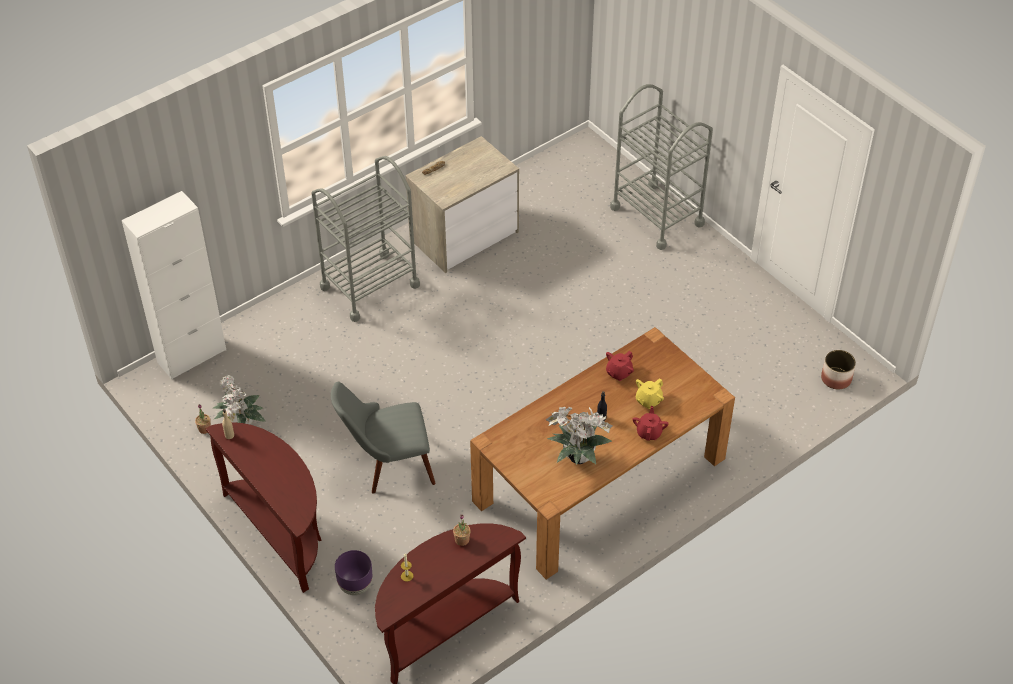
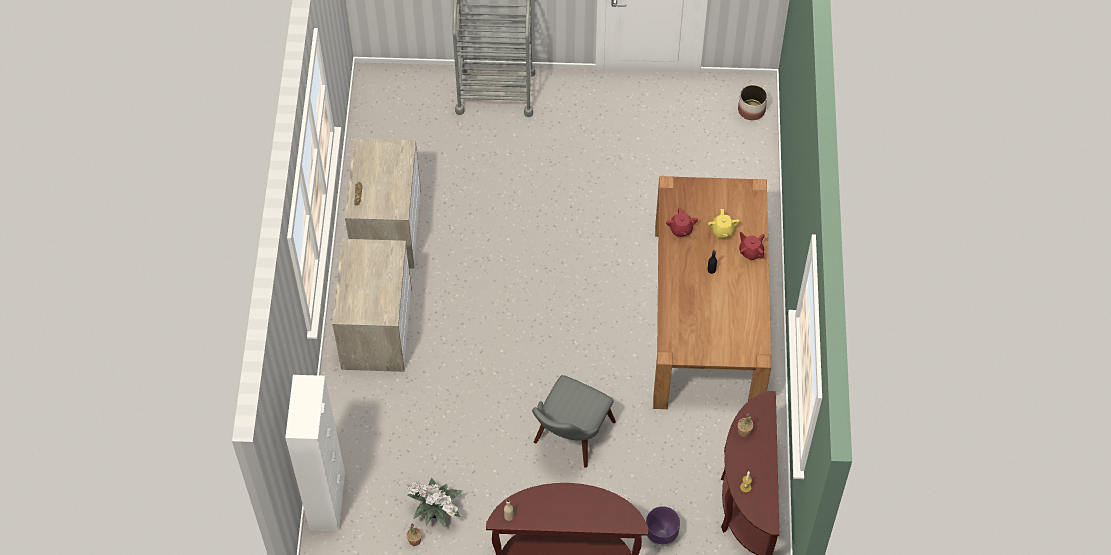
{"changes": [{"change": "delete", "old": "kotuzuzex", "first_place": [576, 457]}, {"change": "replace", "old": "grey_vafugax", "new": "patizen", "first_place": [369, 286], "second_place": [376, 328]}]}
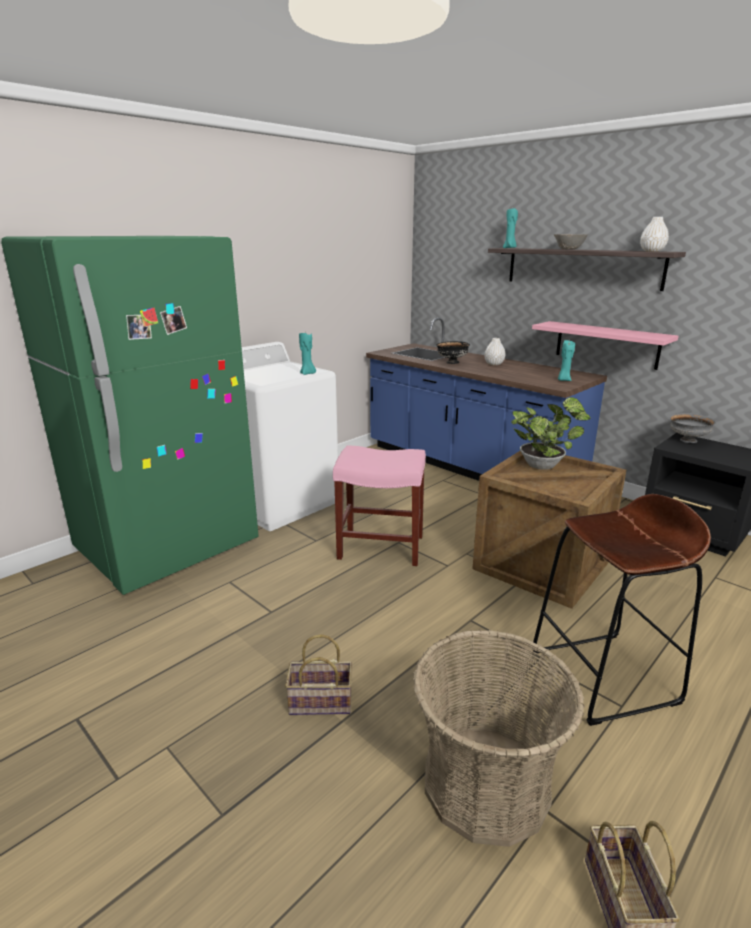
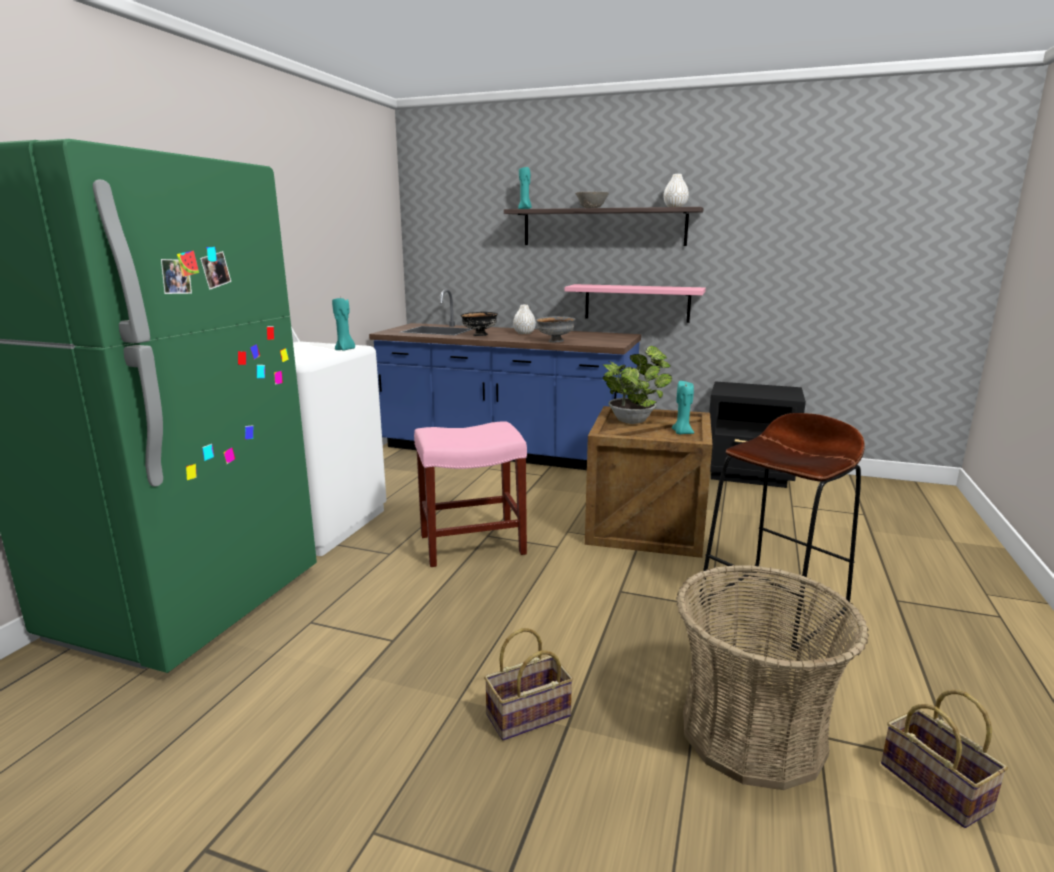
{"changes": [{"change": "move", "old": "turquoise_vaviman", "first_place": [563, 380], "second_place": [681, 433]}, {"change": "move", "old": "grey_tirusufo", "first_place": [688, 441], "second_place": [555, 341]}]}
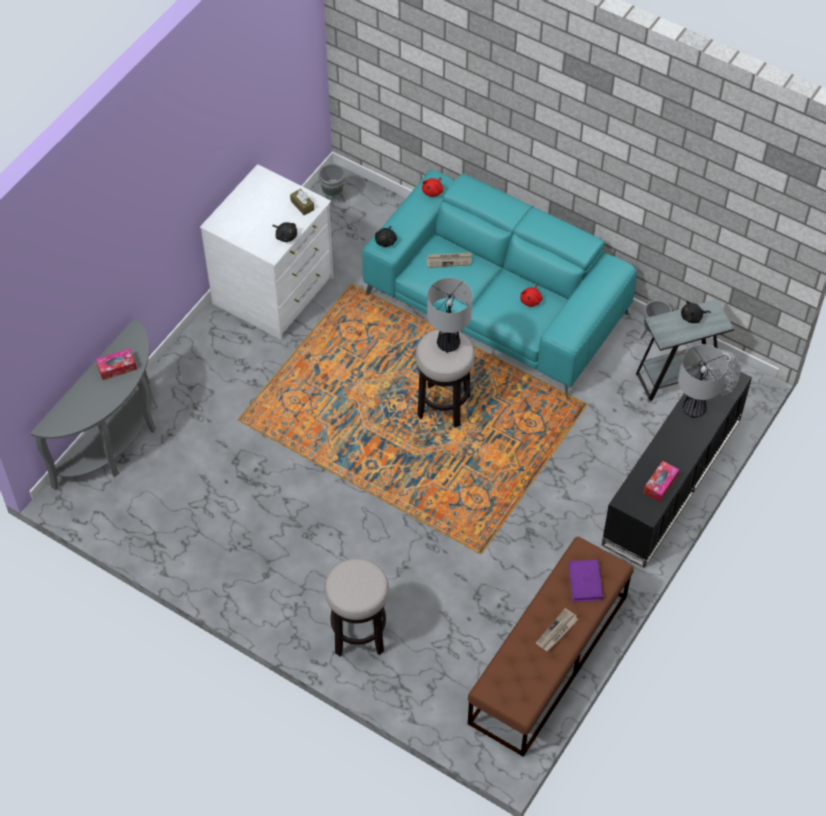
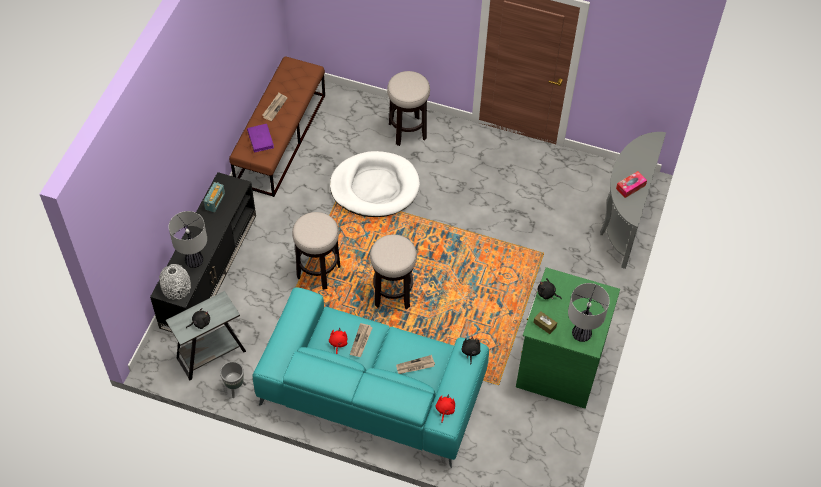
{"changes": [{"change": "delete", "old": "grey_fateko", "first_place": [332, 199]}, {"change": "insert", "new": "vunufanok", "second_place": [318, 271]}, {"change": "insert", "new": "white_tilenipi", "second_place": [374, 187]}, {"change": "insert", "new": "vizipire", "second_place": [361, 341]}, {"change": "move", "old": "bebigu", "first_place": [448, 344], "second_place": [581, 334]}, {"change": "replace", "old": "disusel", "new": "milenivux", "first_place": [660, 484], "second_place": [215, 201]}, {"change": "recolor", "old": "white_patizen", "new": "green_patizen", "first_place": [274, 291], "second_place": [559, 364]}]}
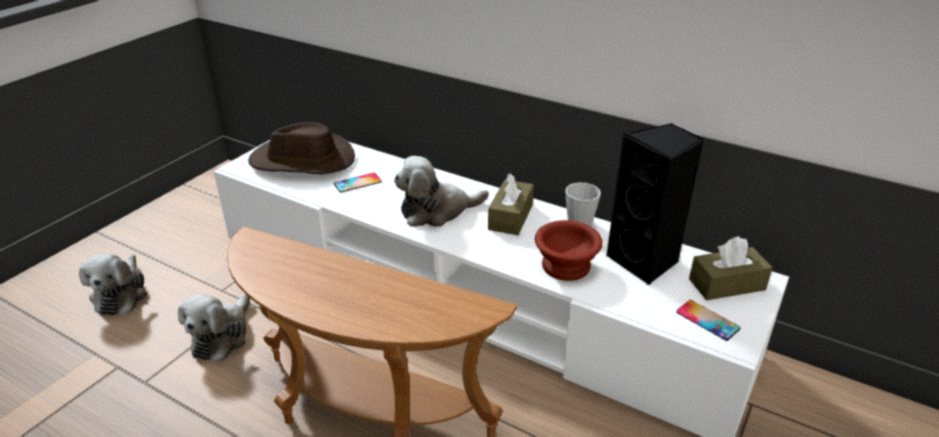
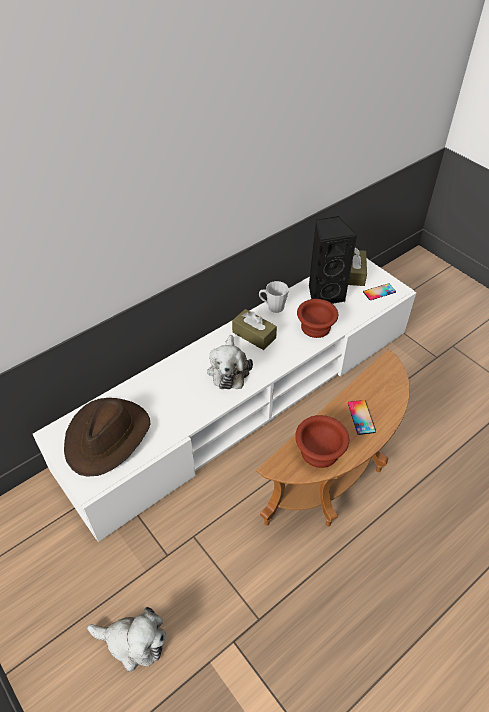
{"changes": [{"change": "delete", "old": "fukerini", "first_place": [222, 336]}, {"change": "insert", "new": "brown_tirusufo", "second_place": [320, 450]}, {"change": "move", "old": "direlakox", "first_place": [357, 183], "second_place": [361, 417]}]}
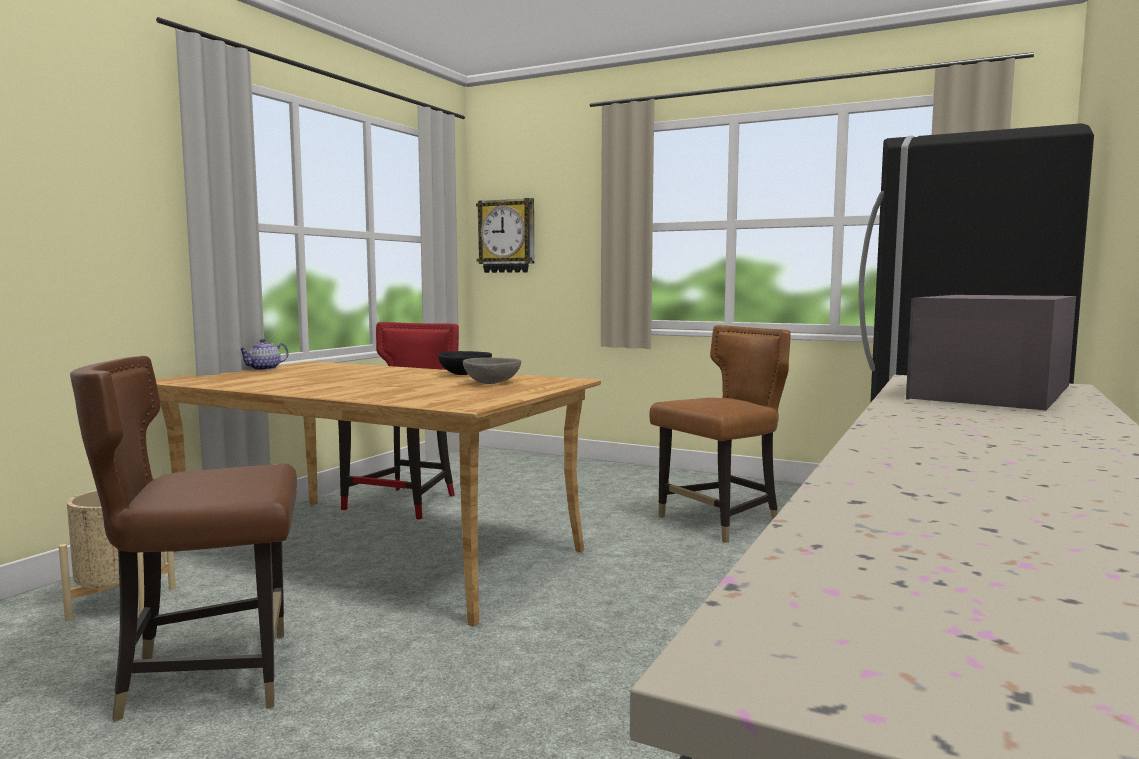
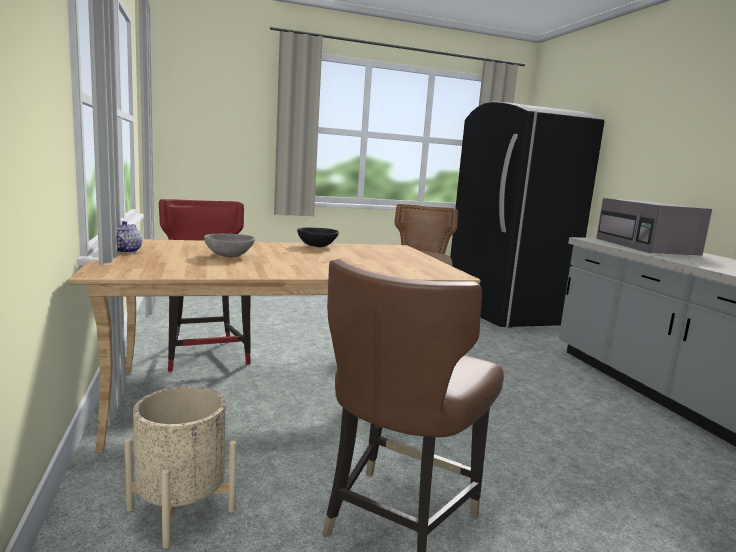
{"changes": [{"change": "delete", "old": "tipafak", "first_place": [507, 236]}, {"change": "move", "old": "grey_tirusufo", "first_place": [491, 383], "second_place": [229, 256]}]}
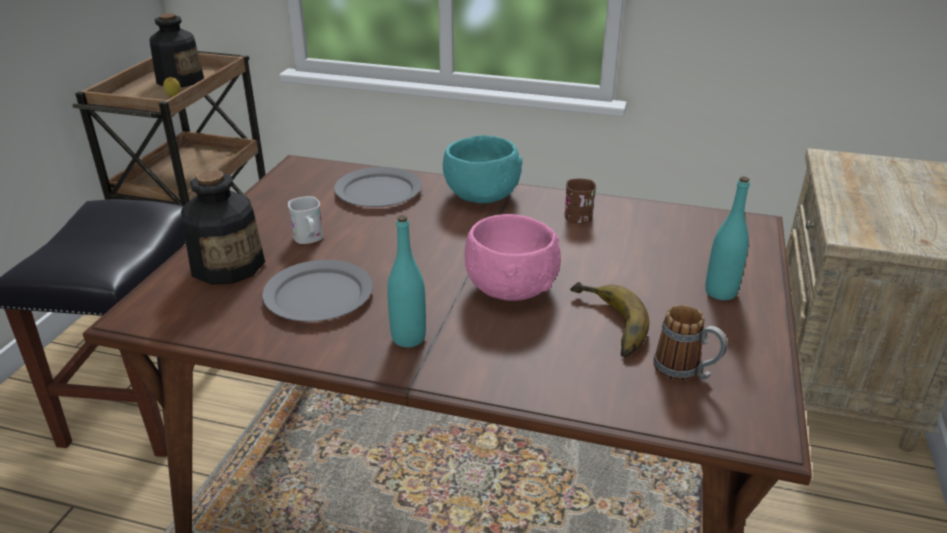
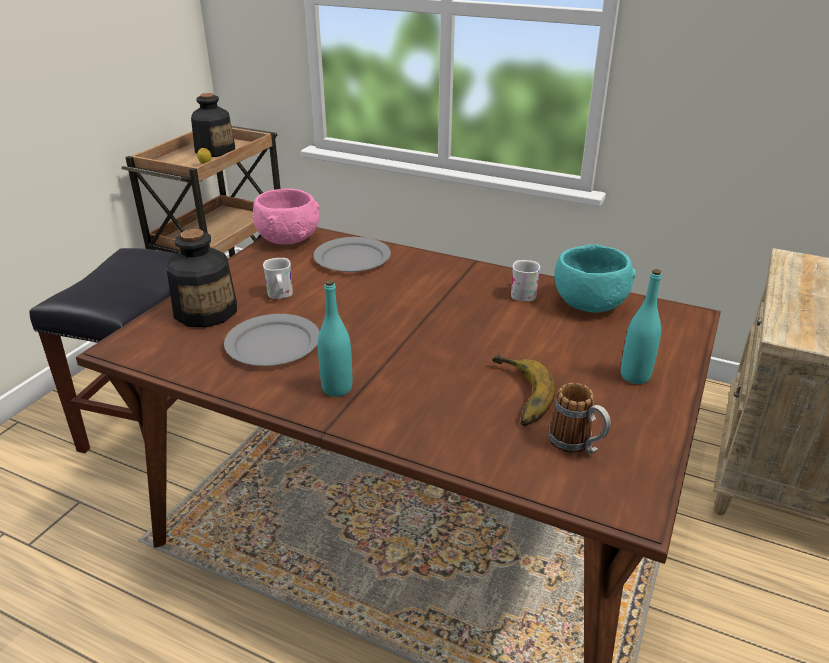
{"changes": [{"change": "move", "old": "turquoise_tirusufo", "first_place": [480, 194], "second_place": [588, 302]}, {"change": "move", "old": "pink_tirusufo", "first_place": [511, 286], "second_place": [288, 238]}, {"change": "recolor", "old": "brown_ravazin", "new": "white_ravazin", "first_place": [577, 214], "second_place": [523, 293]}]}
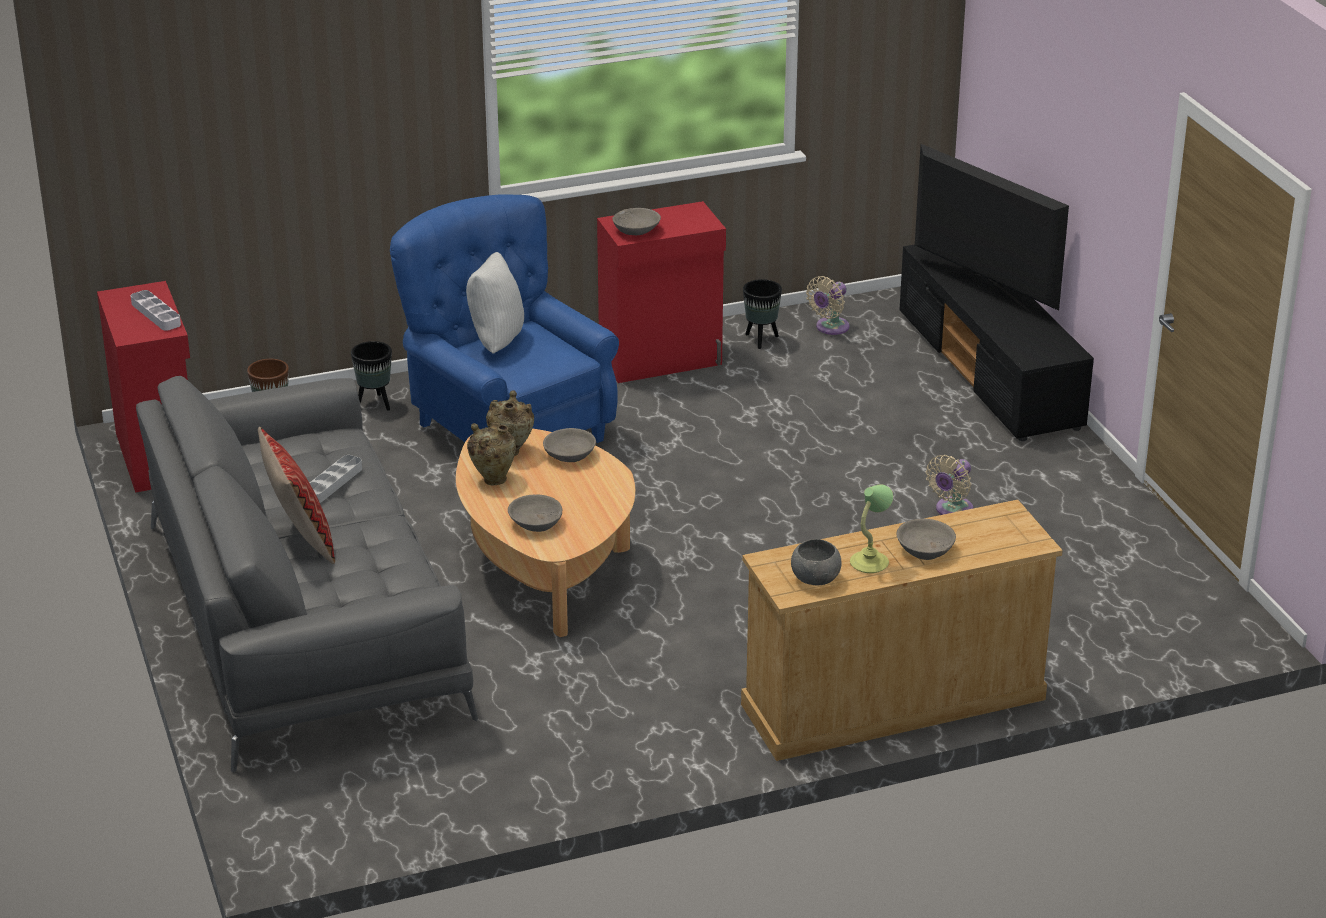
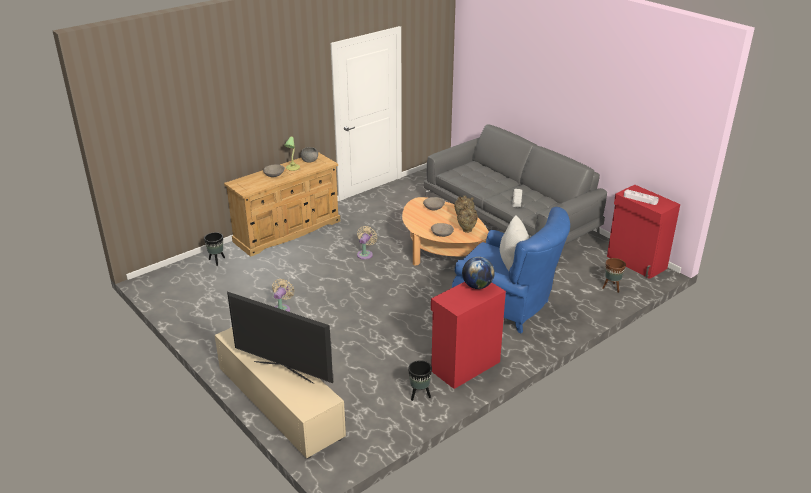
{"changes": [{"change": "delete", "old": "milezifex", "first_place": [301, 539]}, {"change": "move", "old": "black_fateko", "first_place": [374, 404], "second_place": [217, 261]}, {"change": "move", "old": "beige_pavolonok", "first_place": [830, 328], "second_place": [365, 254]}, {"change": "replace", "old": "grey_tirusufo", "new": "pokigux", "first_place": [636, 230], "second_place": [477, 286]}, {"change": "recolor", "old": "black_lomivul", "new": "beige_lomivul", "first_place": [990, 371], "second_place": [278, 402]}]}
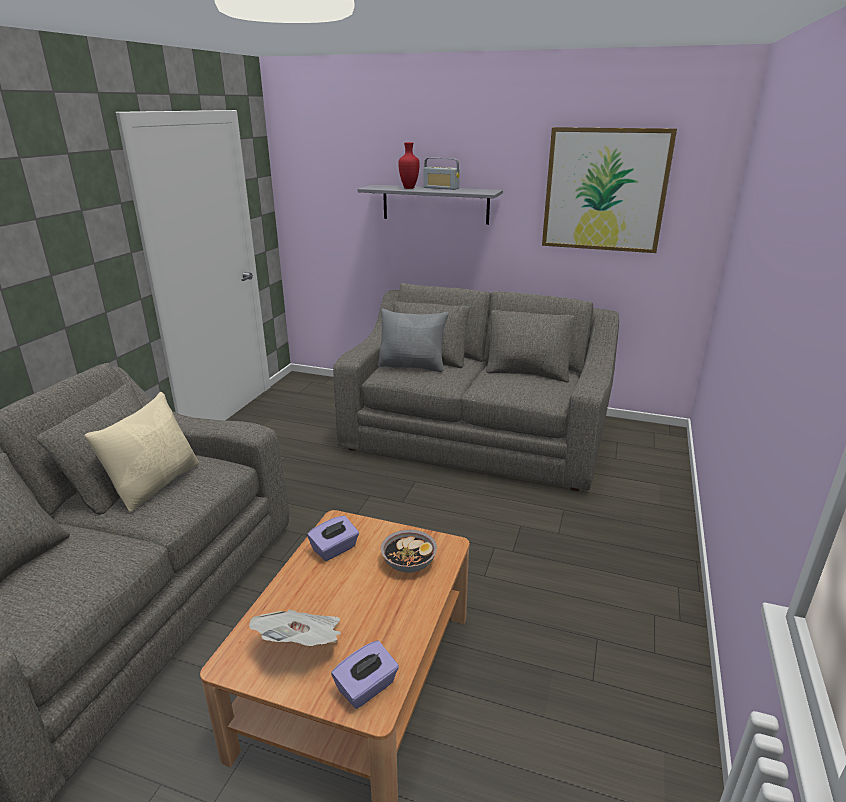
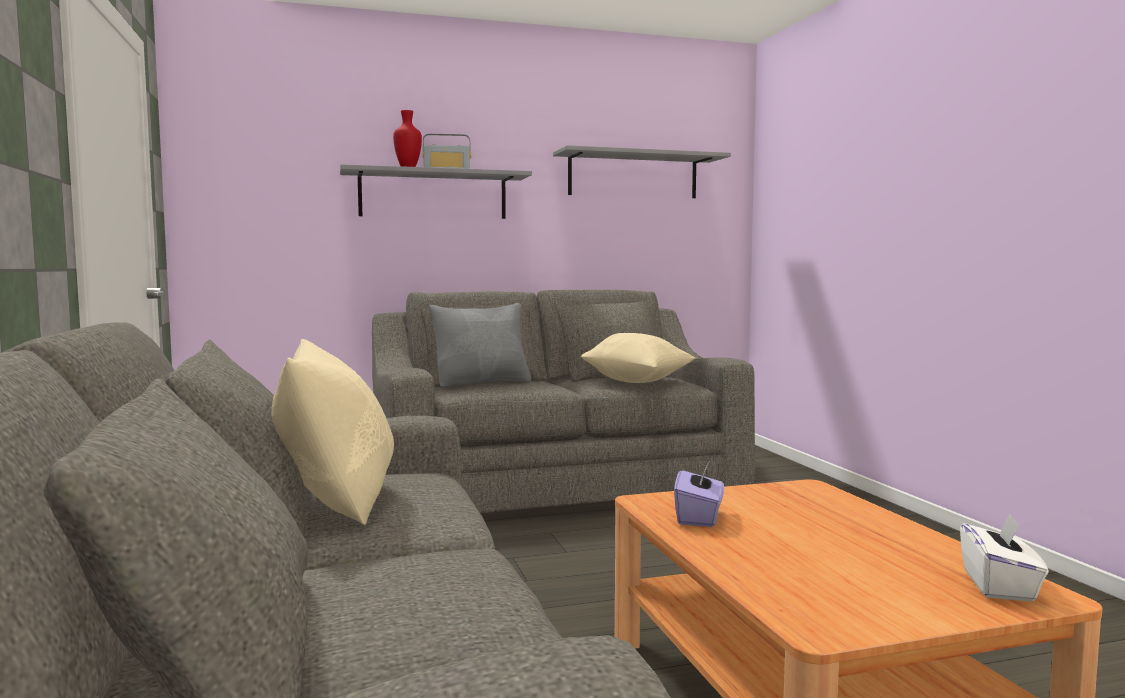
{"changes": [{"change": "delete", "old": "vizipire", "first_place": [302, 644]}, {"change": "delete", "old": "tirusufo", "first_place": [409, 562]}, {"change": "insert", "new": "beige_milezifex", "second_place": [638, 382]}, {"change": "replace", "old": "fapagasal", "new": "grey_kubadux", "first_place": [605, 190], "second_place": [633, 176]}, {"change": "recolor", "old": "purple_disusel", "new": "white_disusel", "first_place": [367, 687], "second_place": [999, 586]}]}
